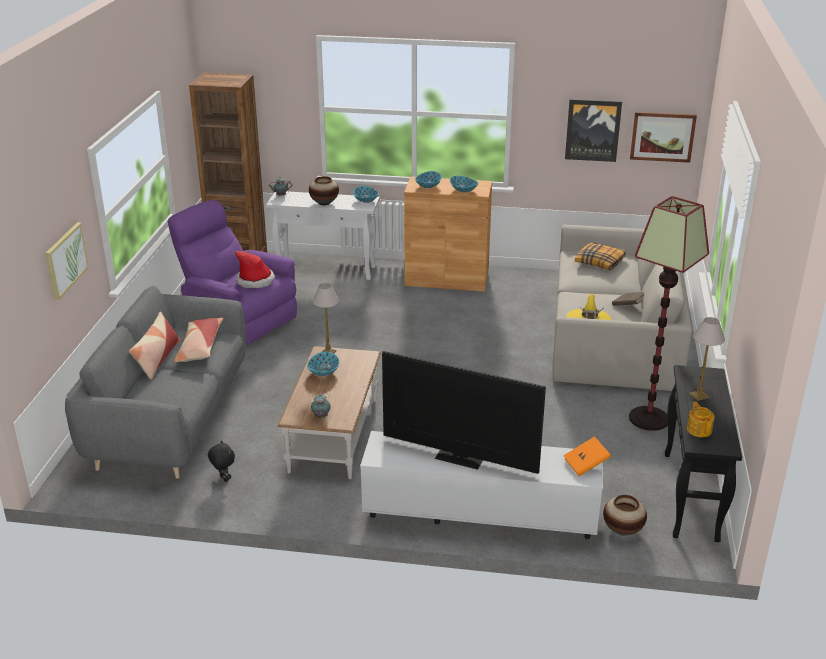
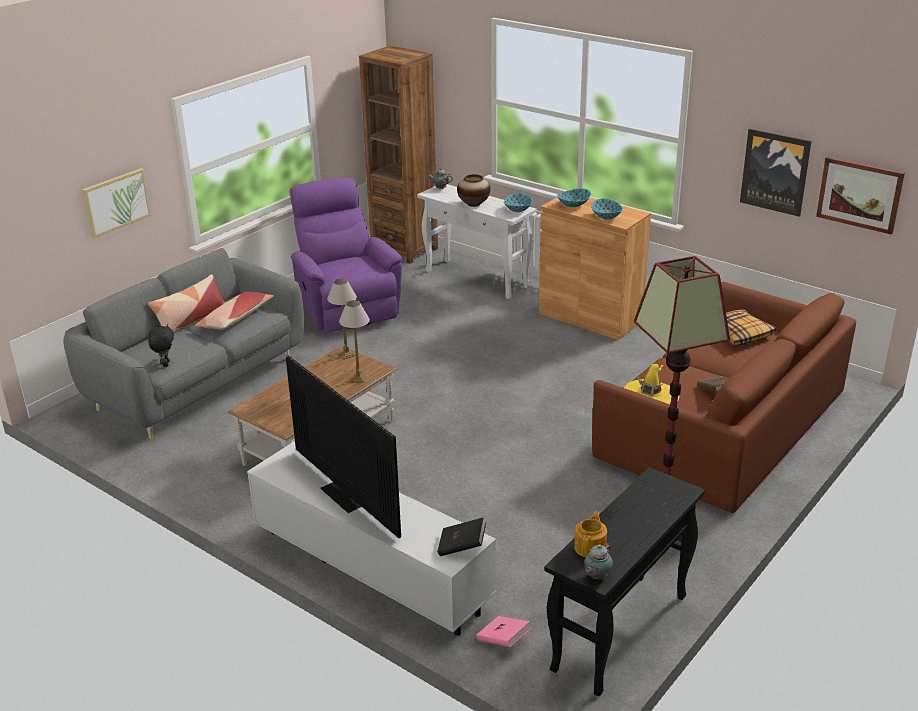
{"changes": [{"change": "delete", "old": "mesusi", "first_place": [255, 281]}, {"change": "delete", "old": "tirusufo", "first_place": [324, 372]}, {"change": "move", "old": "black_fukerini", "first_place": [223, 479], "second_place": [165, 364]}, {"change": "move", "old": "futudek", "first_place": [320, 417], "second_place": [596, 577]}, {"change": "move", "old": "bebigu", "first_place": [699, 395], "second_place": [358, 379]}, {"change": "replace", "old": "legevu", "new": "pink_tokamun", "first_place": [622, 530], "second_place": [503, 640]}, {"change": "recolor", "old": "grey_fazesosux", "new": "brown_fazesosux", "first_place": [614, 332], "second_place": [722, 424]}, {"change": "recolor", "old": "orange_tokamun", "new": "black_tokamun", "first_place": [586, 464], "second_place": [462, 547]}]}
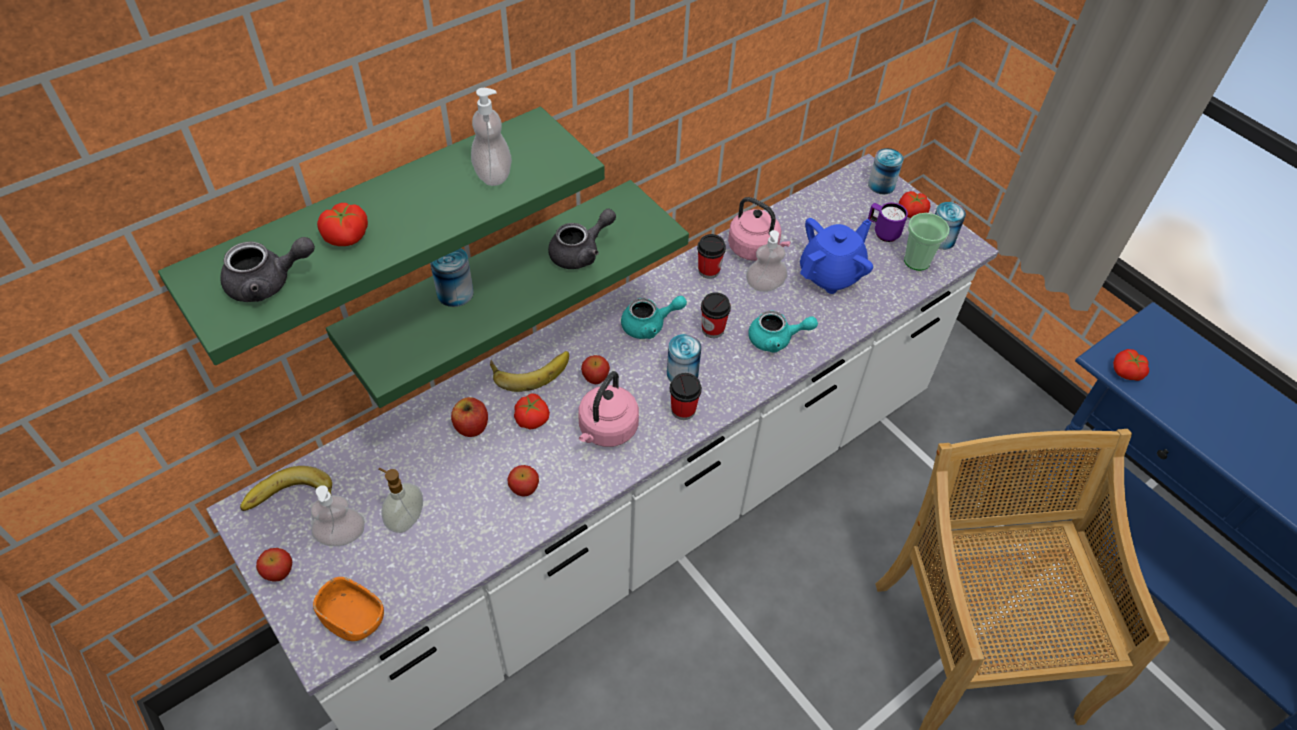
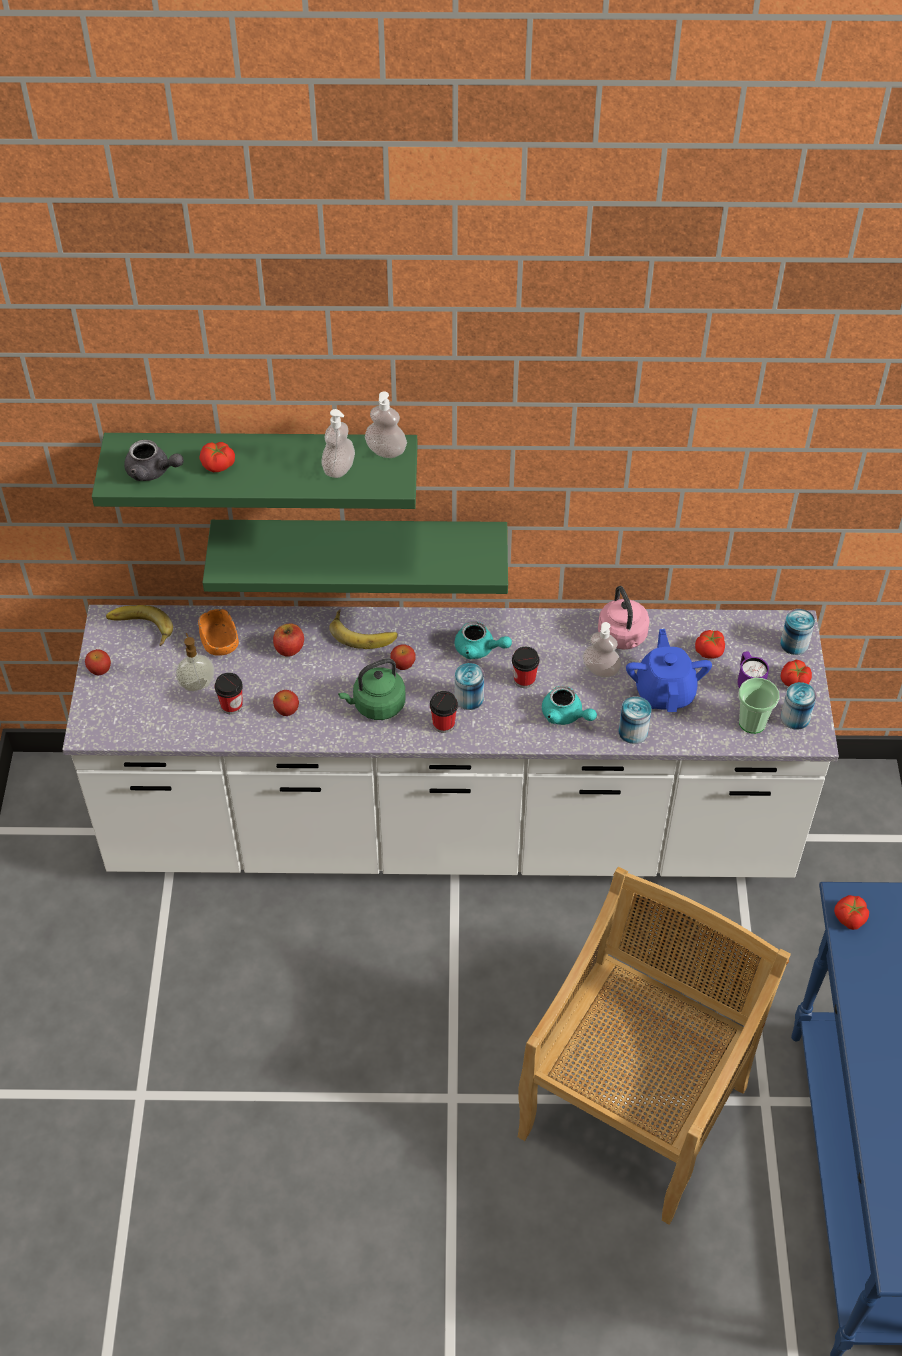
{"changes": [{"change": "delete", "old": "grey_futudek", "first_place": [581, 252]}, {"change": "move", "old": "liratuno", "first_place": [342, 536], "second_place": [386, 451]}, {"change": "move", "old": "orange_tirusufo", "first_place": [354, 618], "second_place": [220, 643]}, {"change": "move", "old": "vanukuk", "first_place": [455, 293], "second_place": [633, 731]}, {"change": "move", "old": "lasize", "first_place": [532, 418], "second_place": [710, 651]}, {"change": "move", "old": "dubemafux", "first_place": [708, 270], "second_place": [231, 706]}, {"change": "recolor", "old": "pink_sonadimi", "new": "green_sonadimi", "first_place": [606, 430], "second_place": [376, 705]}, {"change": "rotate", "old": "blue_futudek", "first_place": [831, 274], "second_place": [665, 692], "degrees": -90}]}
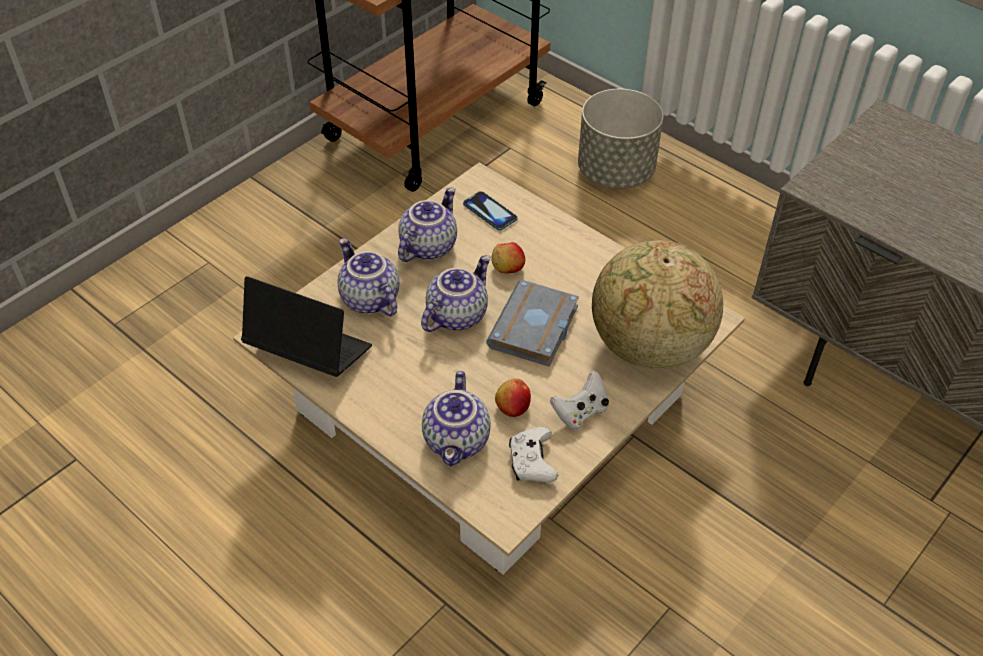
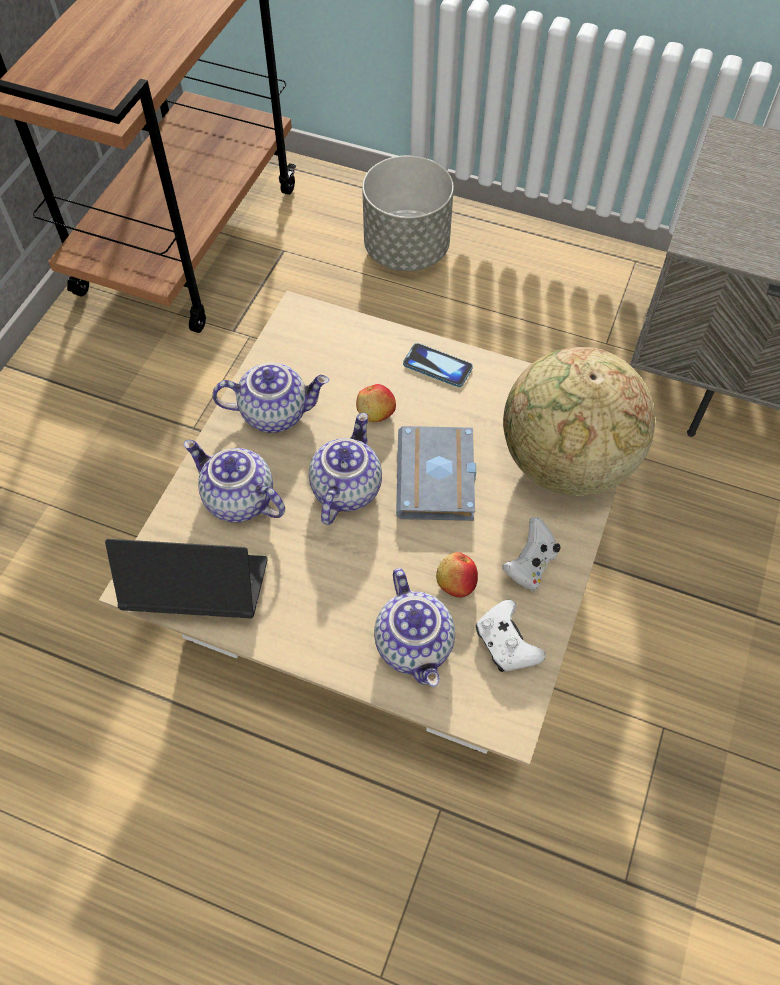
{"changes": [{"change": "move", "old": "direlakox", "first_place": [490, 212], "second_place": [437, 366]}, {"change": "rotate", "old": "futudek", "first_place": [427, 246], "second_place": [275, 412], "degrees": 75}]}
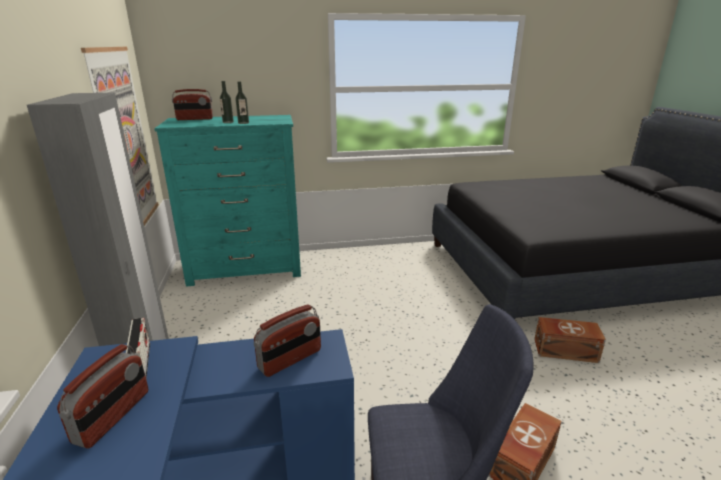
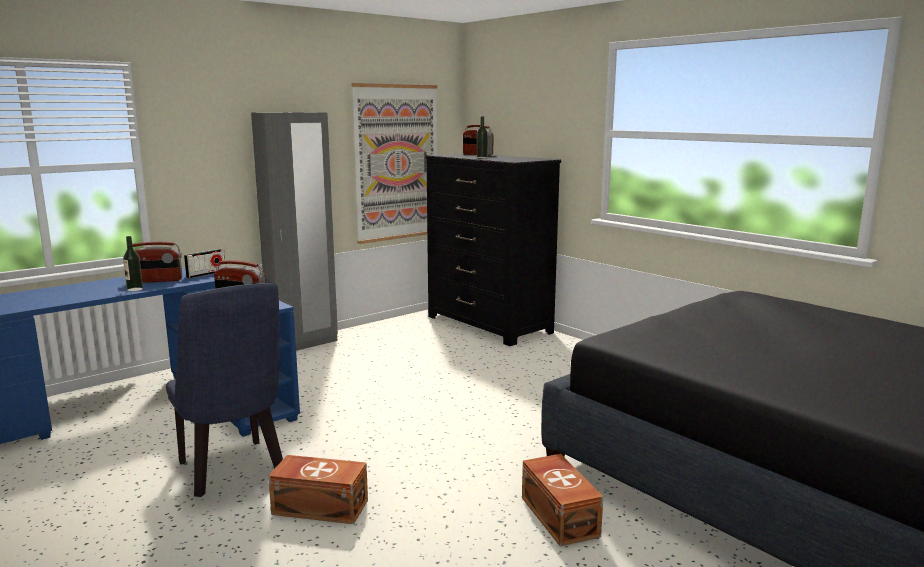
{"changes": [{"change": "move", "old": "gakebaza", "first_place": [243, 123], "second_place": [135, 289]}, {"change": "recolor", "old": "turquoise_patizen", "new": "black_patizen", "first_place": [246, 269], "second_place": [488, 324]}]}
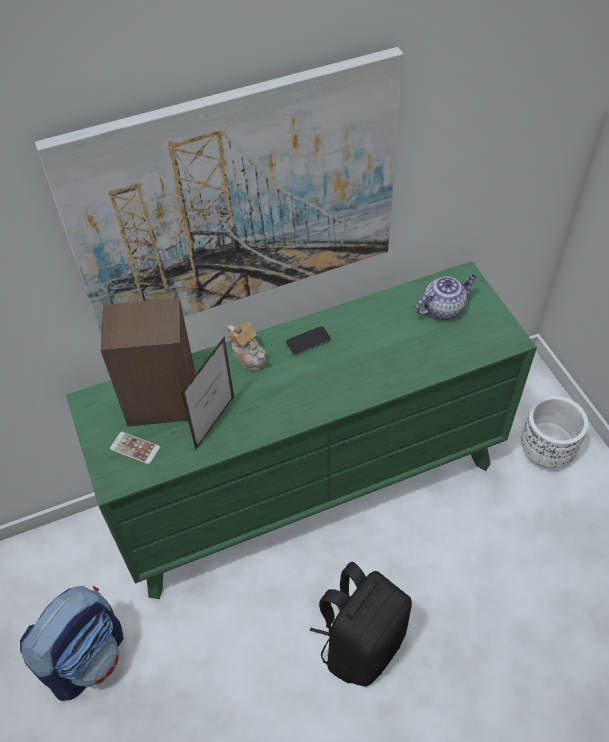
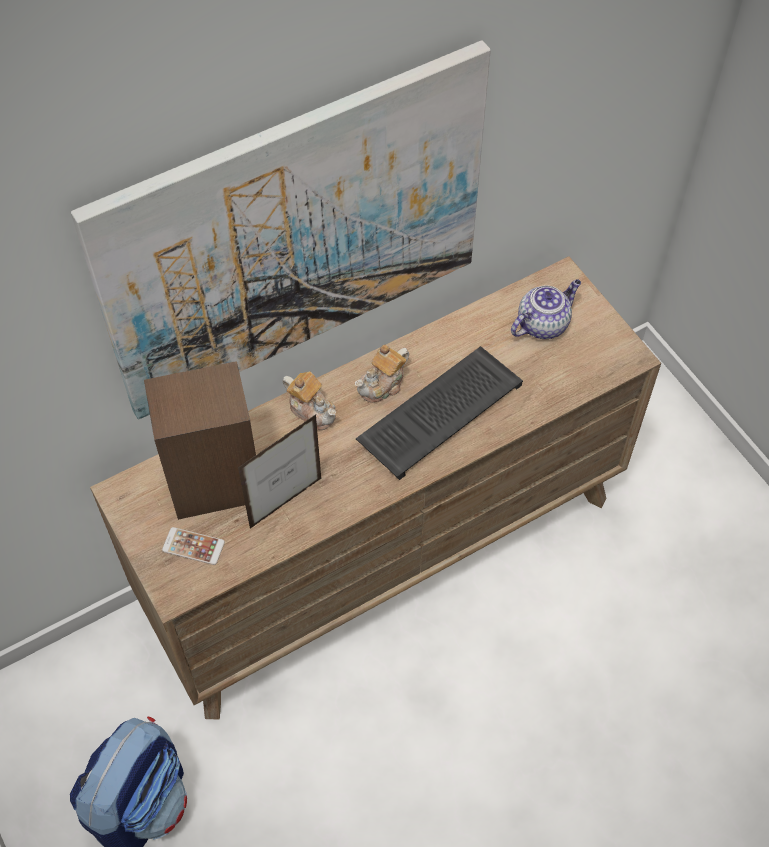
{"changes": [{"change": "delete", "old": "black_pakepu", "first_place": [361, 643]}, {"change": "delete", "old": "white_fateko", "first_place": [546, 451]}, {"change": "insert", "new": "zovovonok", "second_place": [440, 411]}, {"change": "replace", "old": "direlakox", "new": "futudek", "first_place": [308, 342], "second_place": [383, 385]}, {"change": "recolor", "old": "green_patizen", "new": "brown_patizen", "first_place": [309, 485], "second_place": [384, 552]}, {"change": "rotate", "old": "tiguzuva", "first_place": [215, 423], "second_place": [286, 503], "degrees": -150}]}
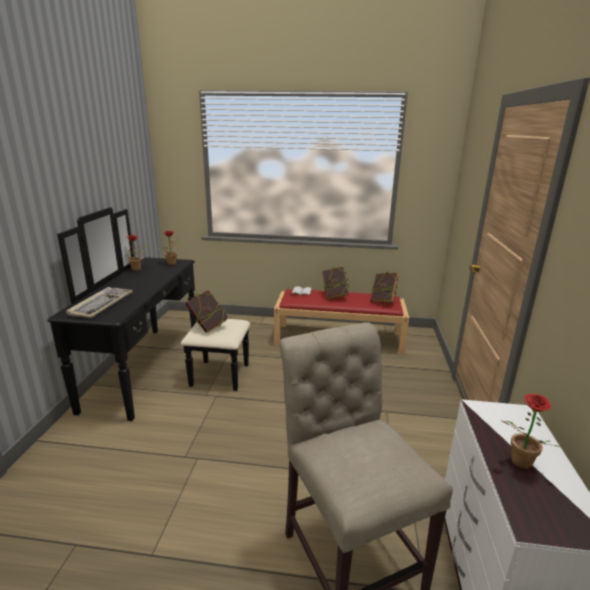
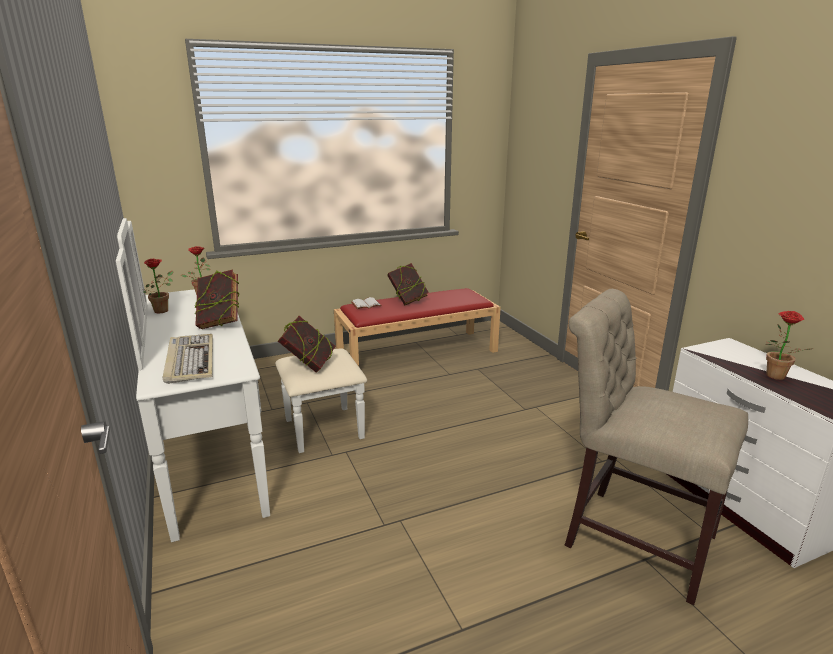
{"changes": [{"change": "move", "old": "tokamun", "first_place": [383, 301], "second_place": [220, 324]}, {"change": "recolor", "old": "black_patizen", "new": "white_patizen", "first_place": [162, 369], "second_place": [239, 446]}]}
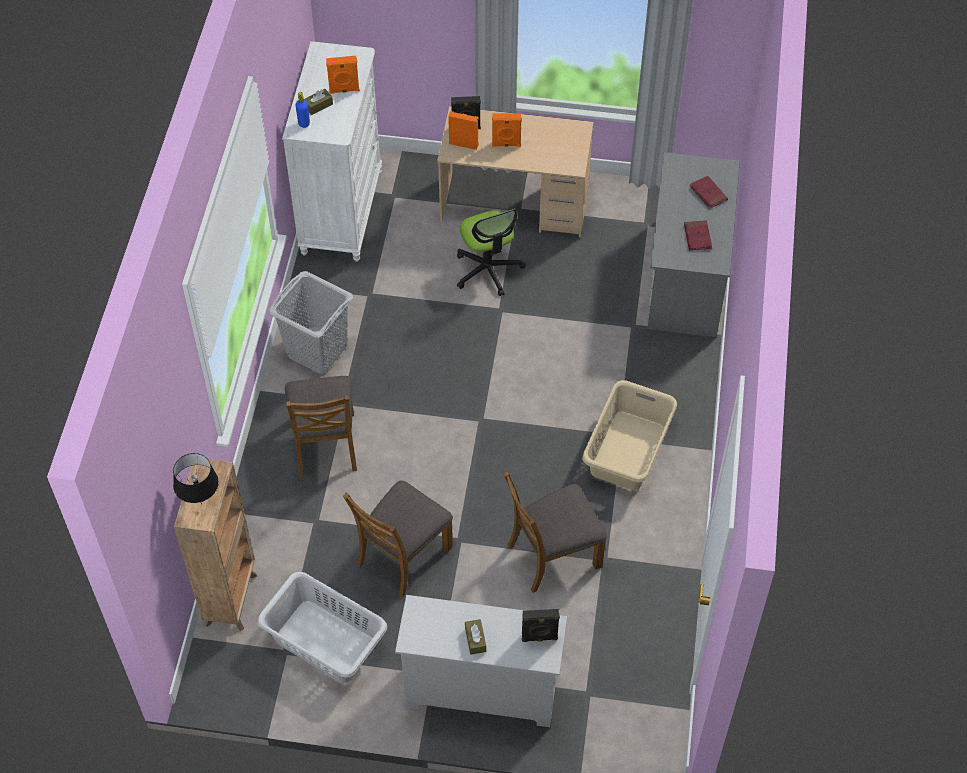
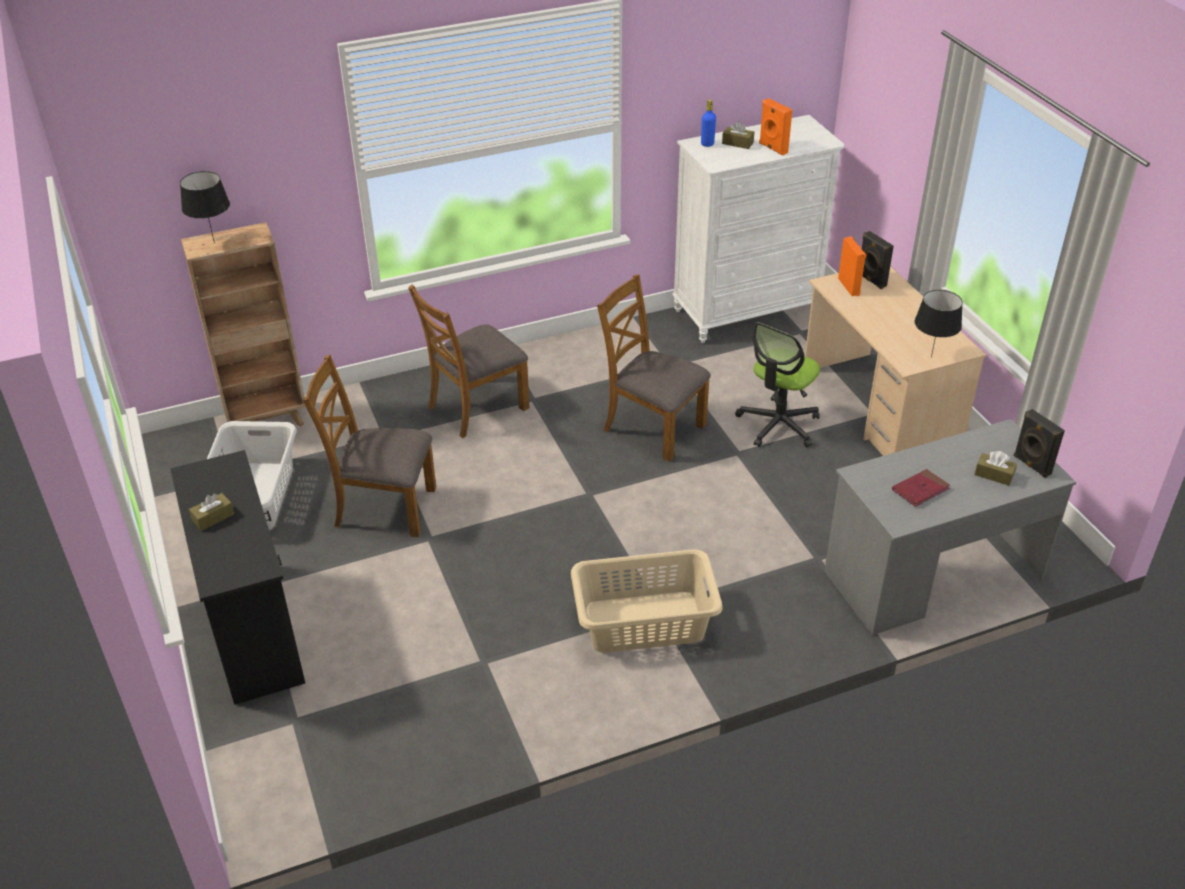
{"changes": [{"change": "delete", "old": "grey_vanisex", "first_place": [317, 349]}, {"change": "delete", "old": "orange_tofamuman", "first_place": [506, 144]}, {"change": "insert", "new": "black_bebigu", "second_place": [931, 357]}, {"change": "move", "old": "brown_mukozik", "first_place": [552, 555], "second_place": [652, 427]}, {"change": "move", "old": "black_tofamuman", "first_place": [539, 637], "second_place": [1031, 465]}, {"change": "replace", "old": "red_tokamun", "new": "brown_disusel", "first_place": [708, 193], "second_place": [994, 475]}, {"change": "recolor", "old": "white_patizen", "new": "black_patizen", "first_place": [481, 690], "second_place": [253, 629]}]}
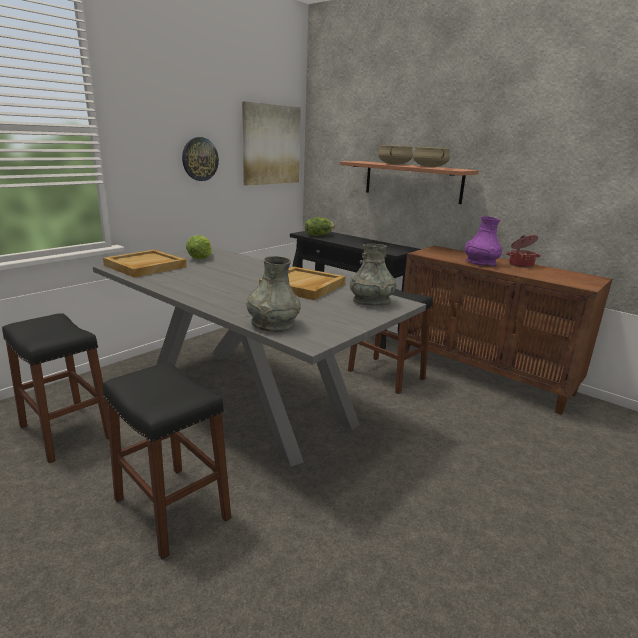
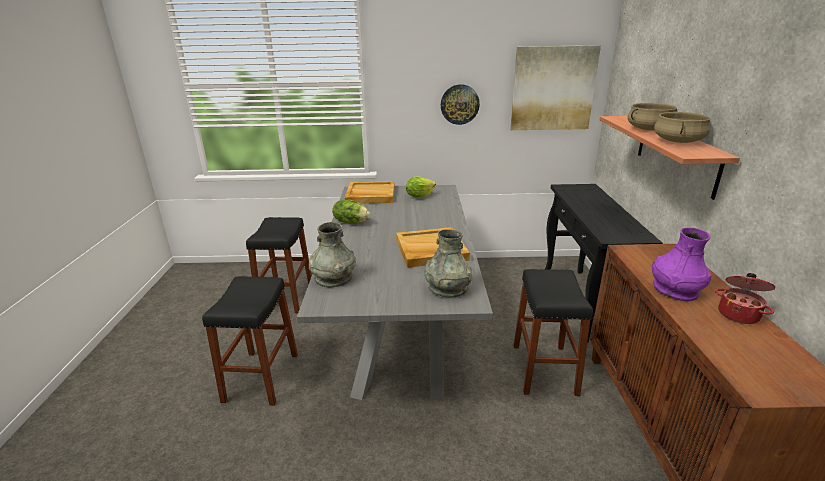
{"changes": [{"change": "move", "old": "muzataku", "first_place": [318, 235], "second_place": [351, 222]}]}
